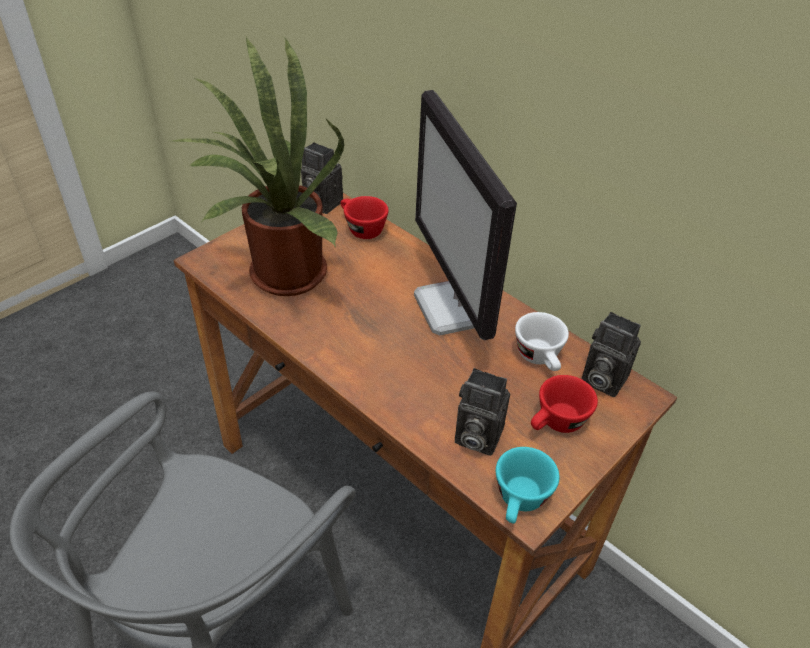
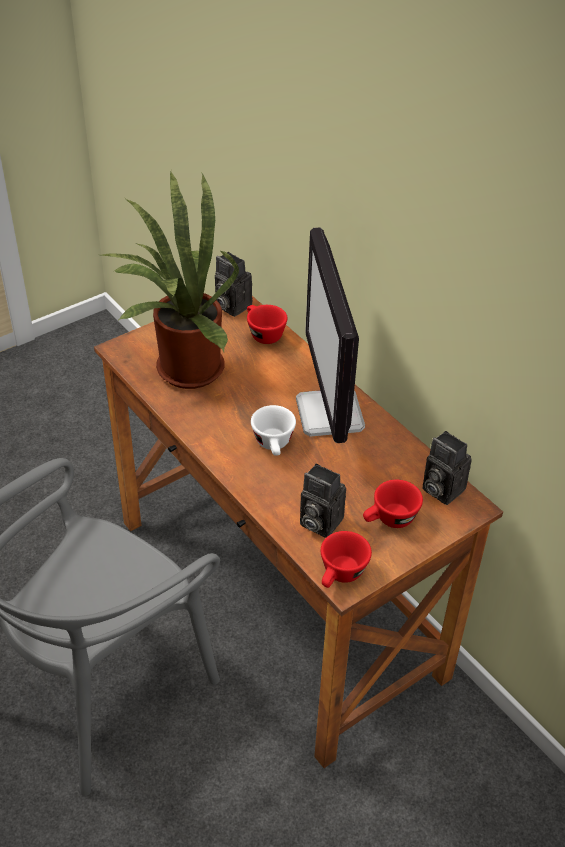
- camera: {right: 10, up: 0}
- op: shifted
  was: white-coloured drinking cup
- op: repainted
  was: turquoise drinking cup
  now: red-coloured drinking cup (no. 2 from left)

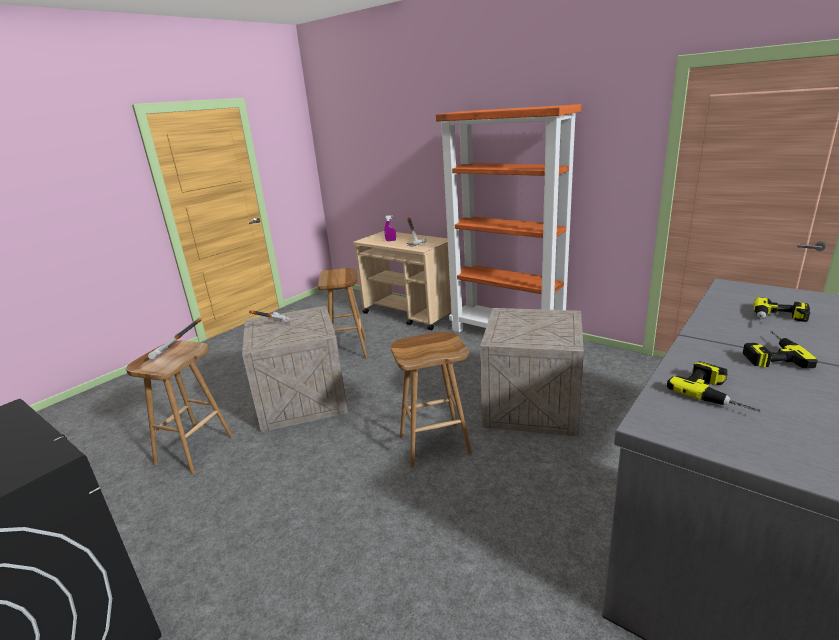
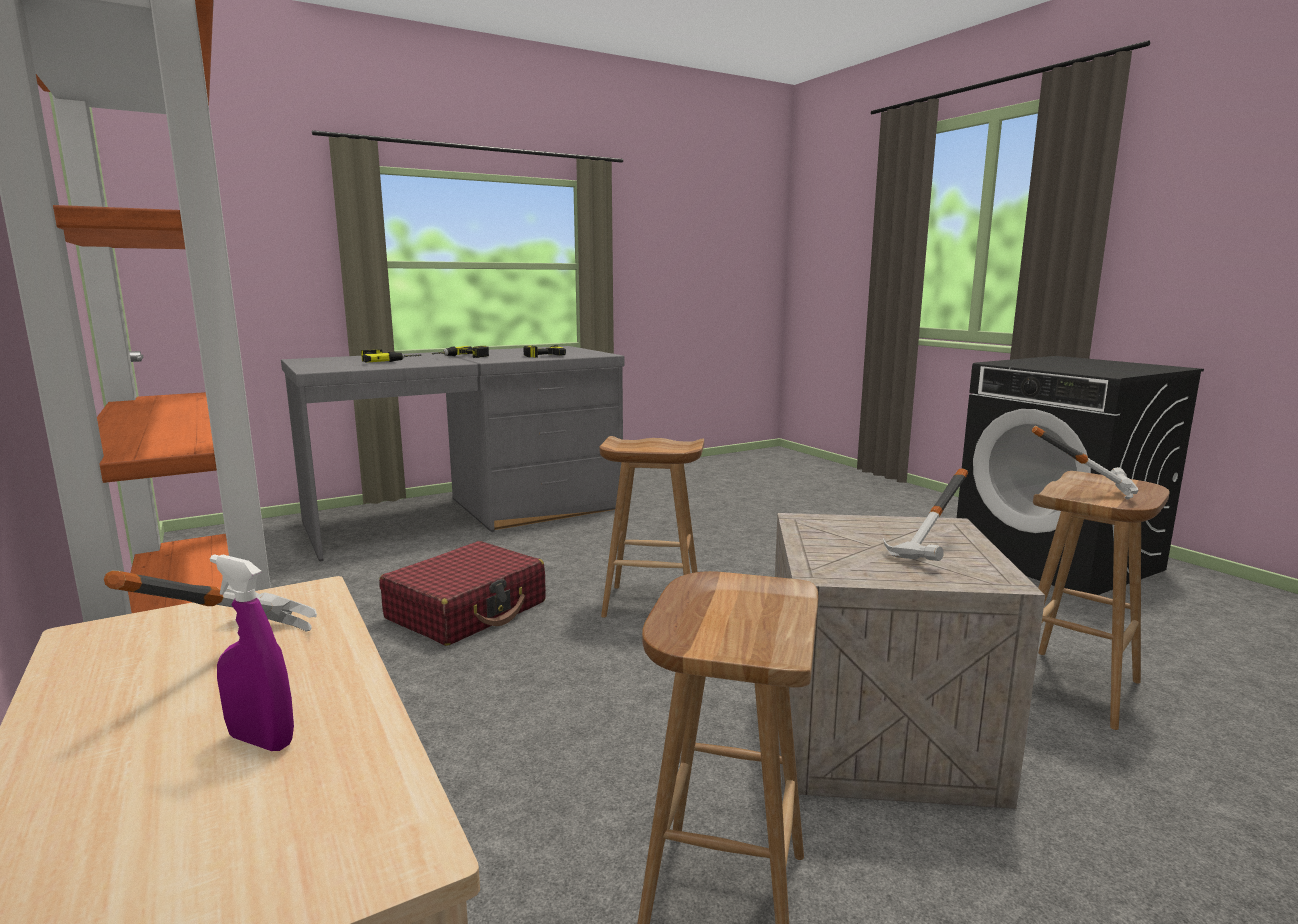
- camera: {right: -160, up: -10}
- op: swapped
  was: crate (no. 2 from left)
  now: red-coloured travel case

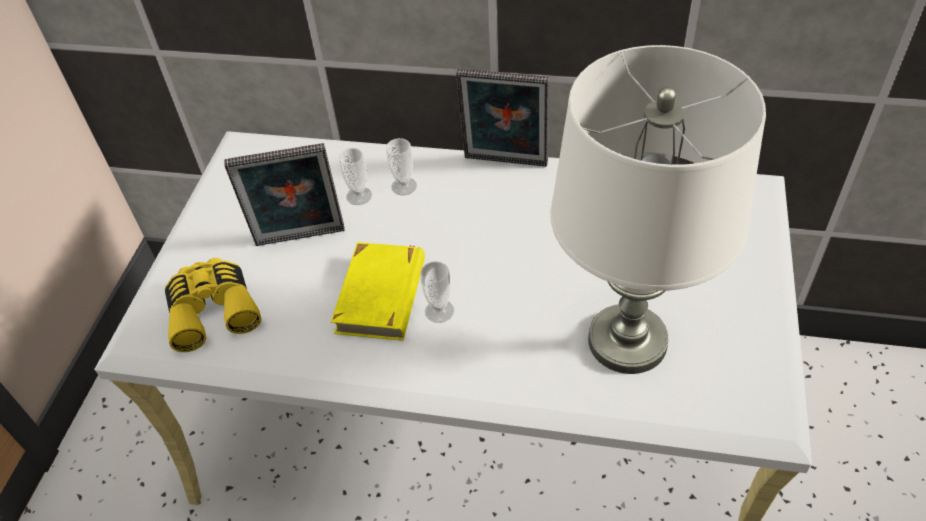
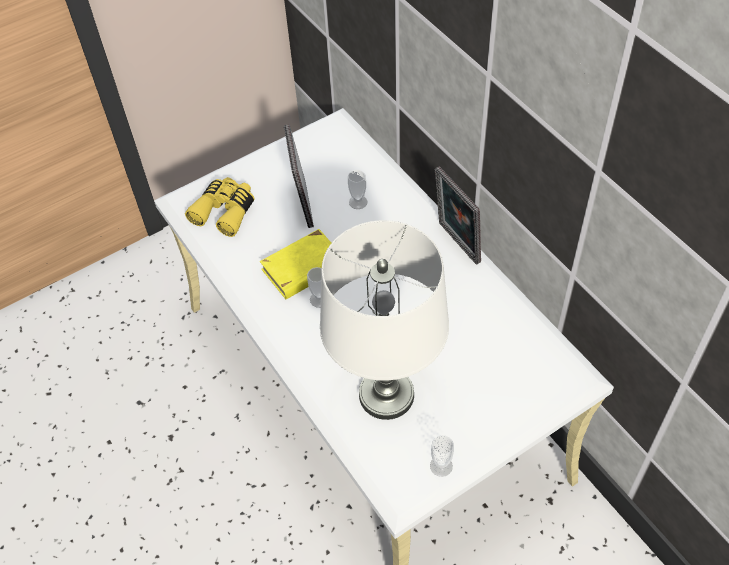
- camera: {right: 45, up: 5}
- op: shifted
  was: drinking cup (no. 2 from left in the first image)
  now: drinking cup (no. 3 from left)
- op: rotated
  was: standing frame (no. 1 from left)
  clockwise: 45

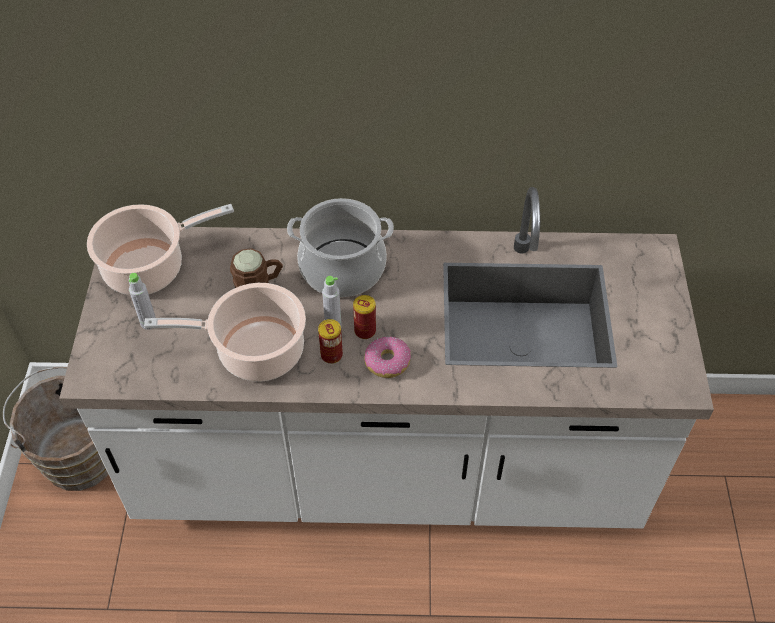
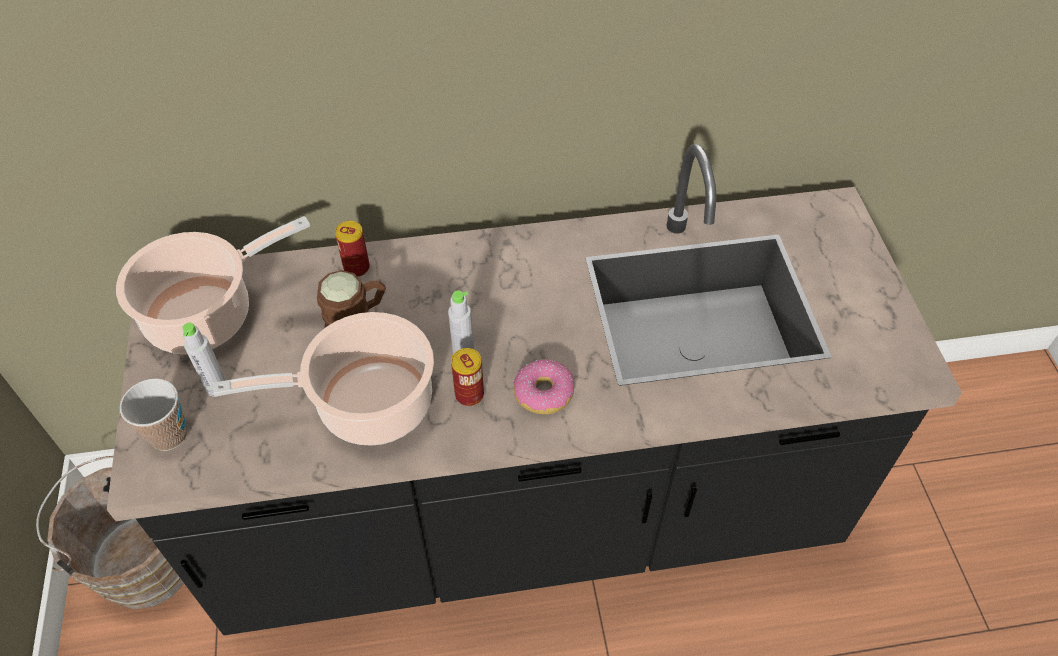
- camera: {right: -10, up: 0}
- op: repainted
  was: white-coloured kitchen base unit
  now: blackish kitchen base unit
- op: gone
  was: cooking pot (no. 3 from left)
- op: shifted
  was: can (no. 2 from left in the first image)
  now: can (no. 1 from left)
- op: new
  now: drinking cup

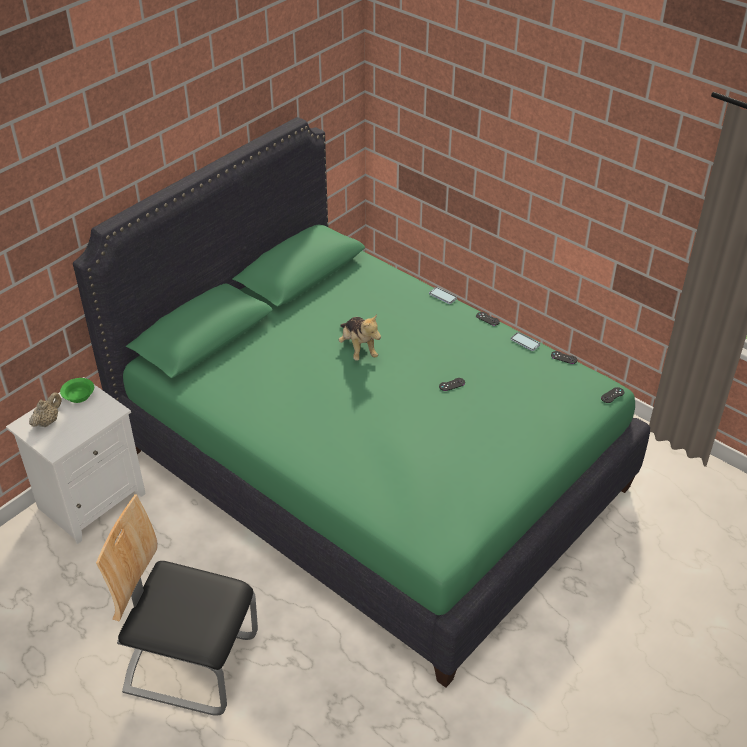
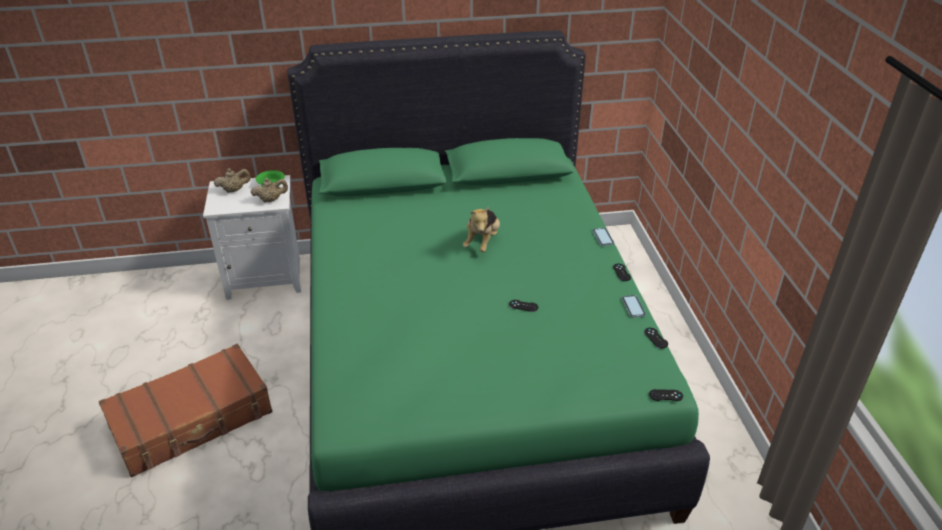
- camera: {right: 40, up: -5}
- op: swapped
  was: upright chair
  now: brownish travel case
- op: new
  now: sand-coloured tea pot (no. 2 from left)

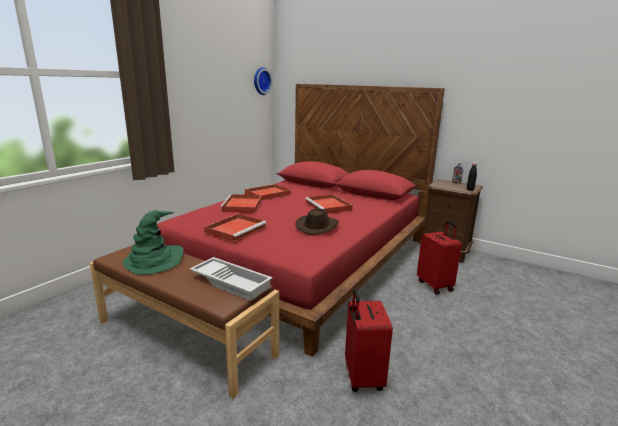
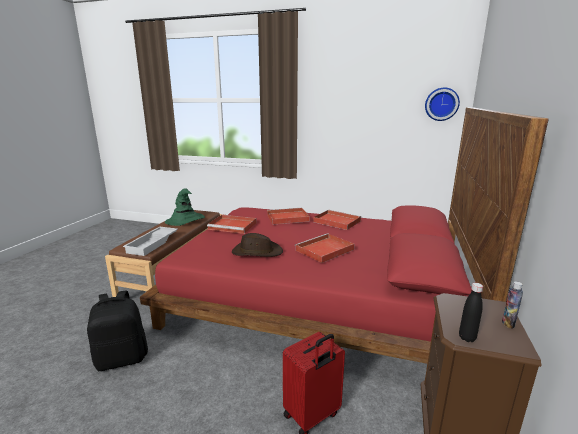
- camera: {right: 75, up: 0}
- op: swapped
  was: red-coloured travel case (no. 1 from left)
  now: blackish backpack

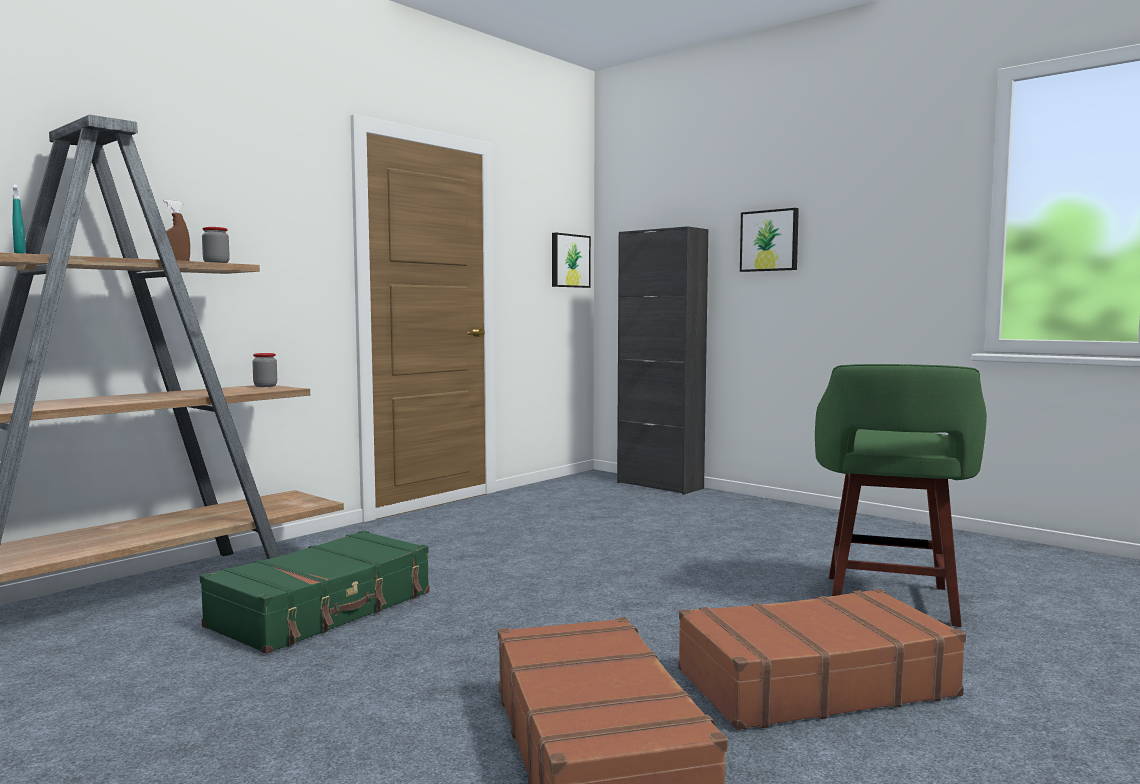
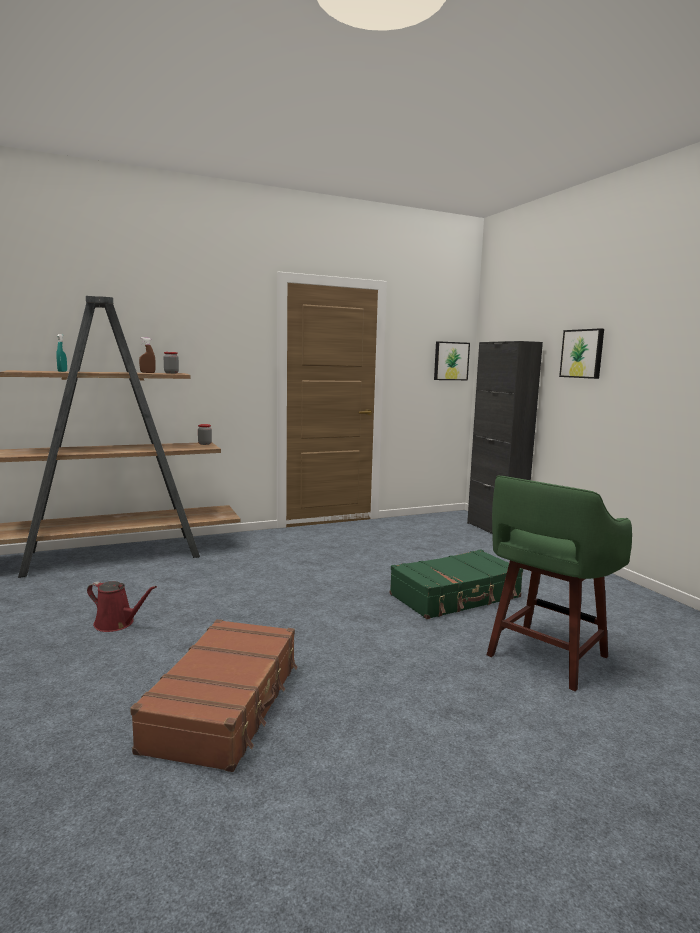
- camera: {right: 25, up: 5}
- op: shifted
  was: greenish travel case
- op: gone
  was: brownish travel case (no. 2 from left)
- op: new
  now: red-coloured sprinkling can

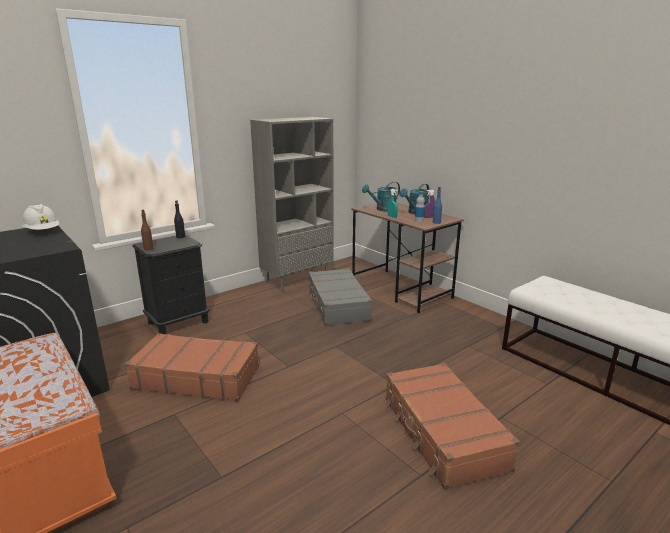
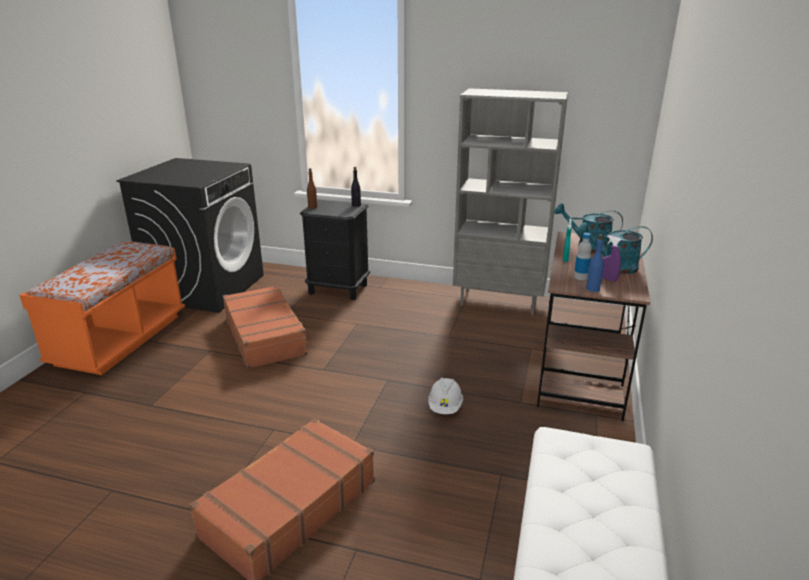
- camera: {right: 55, up: 5}
- op: shifted
  was: white-coloured work helmet
- op: gone
  was: greyish travel case

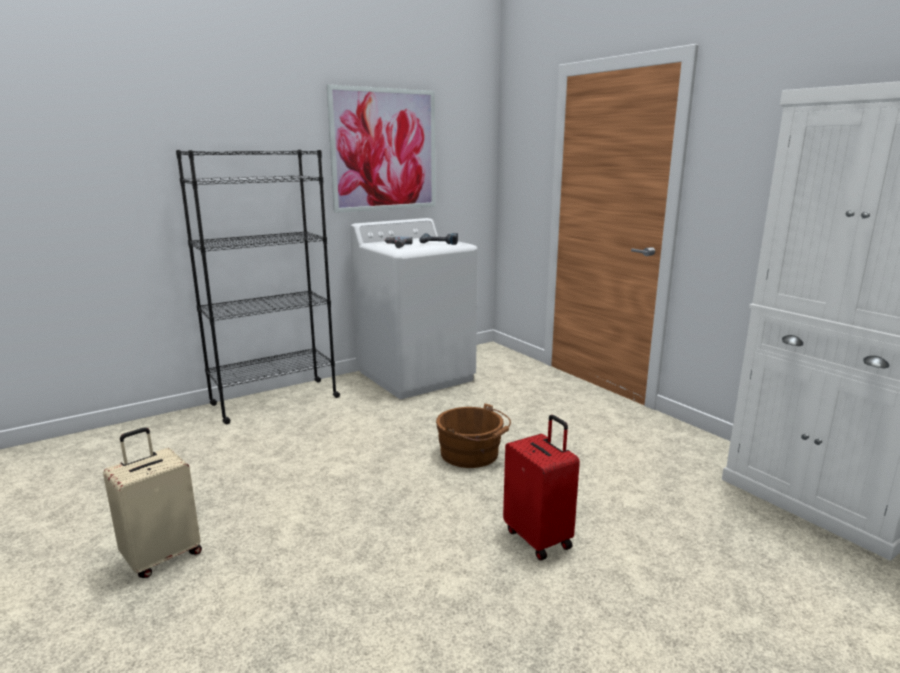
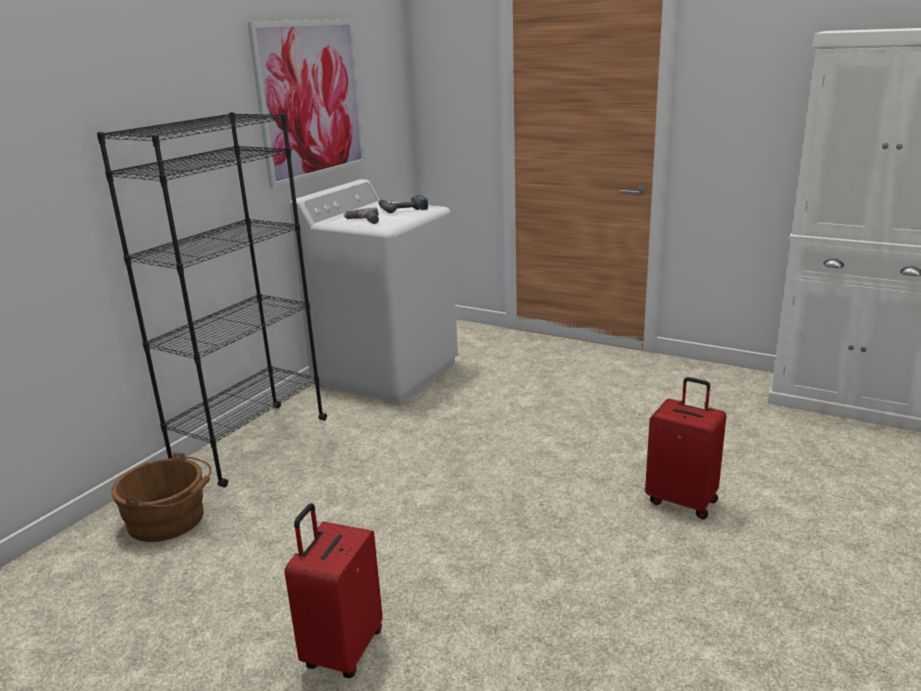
- camera: {right: -25, up: 5}
- op: shifted
  was: brownish pail
- op: repainted
  was: sand-coloured travel case
  now: red-coloured travel case (no. 1 from left)

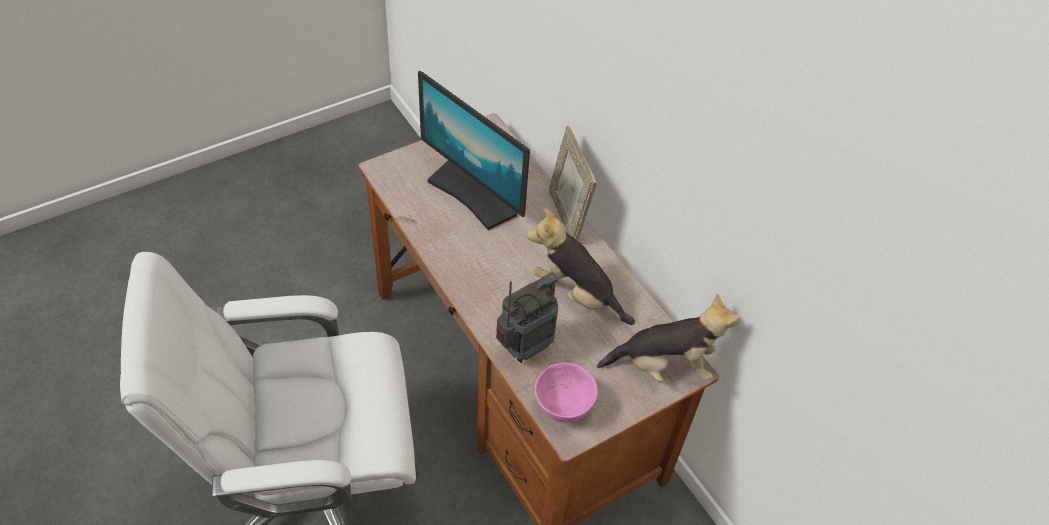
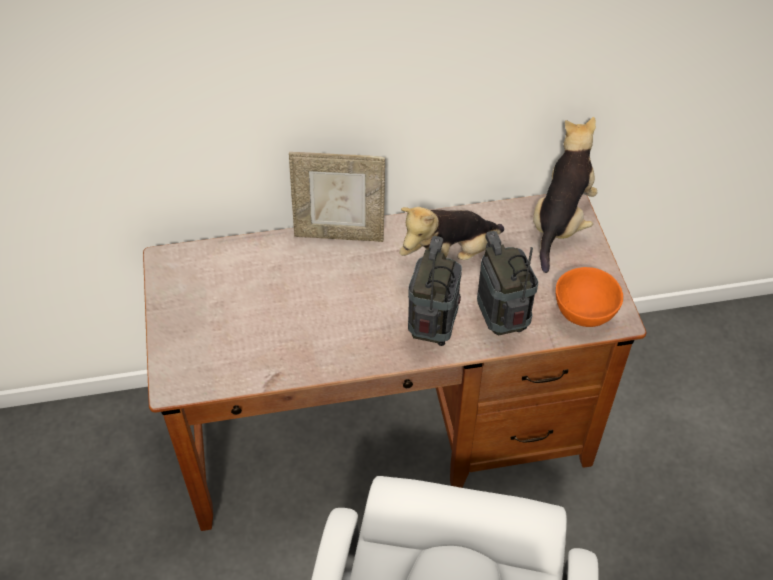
- camera: {right: -65, up: 0}
- op: gone
  was: computer display
- op: repainted
  was: pinkish bowl
  now: orange-coloured bowl
- op: new
  now: radio (no. 1 from left)

